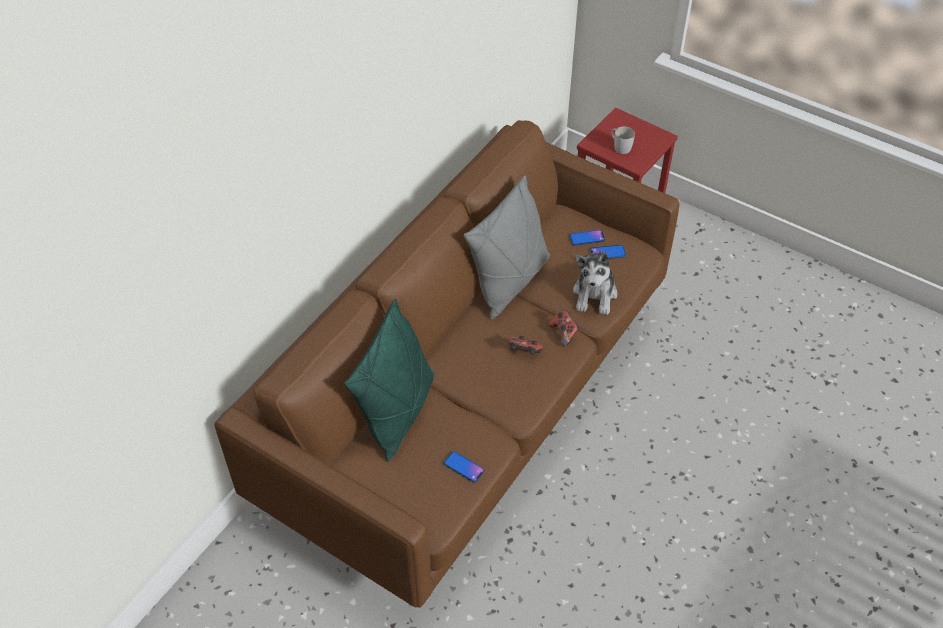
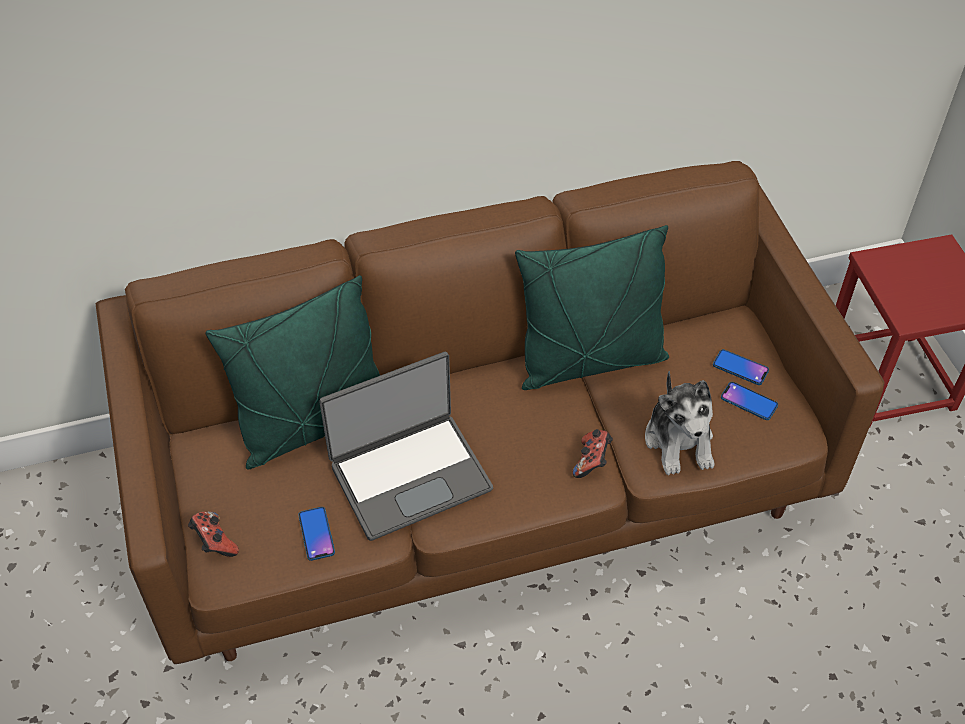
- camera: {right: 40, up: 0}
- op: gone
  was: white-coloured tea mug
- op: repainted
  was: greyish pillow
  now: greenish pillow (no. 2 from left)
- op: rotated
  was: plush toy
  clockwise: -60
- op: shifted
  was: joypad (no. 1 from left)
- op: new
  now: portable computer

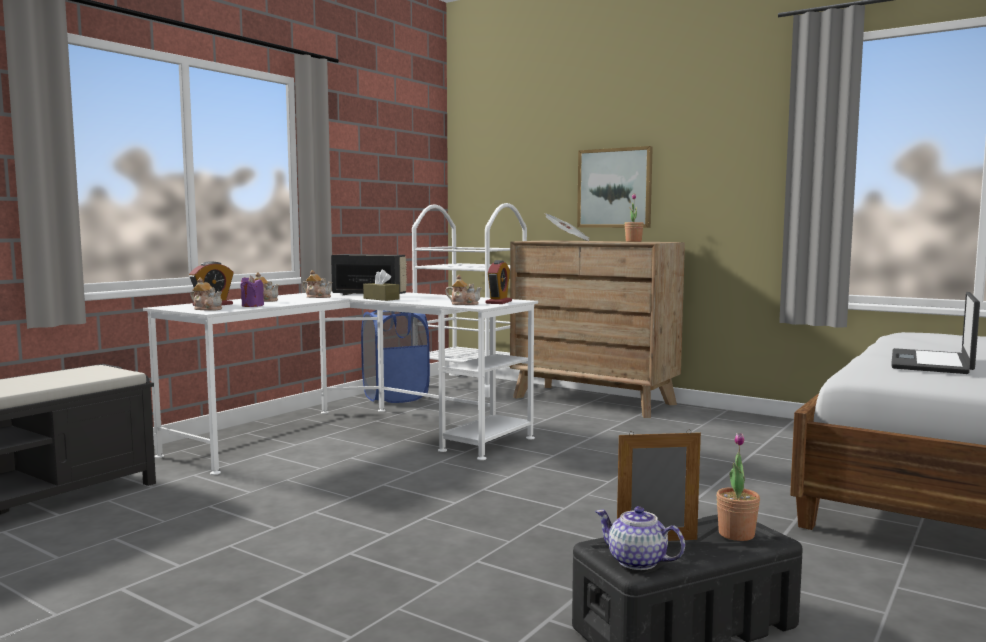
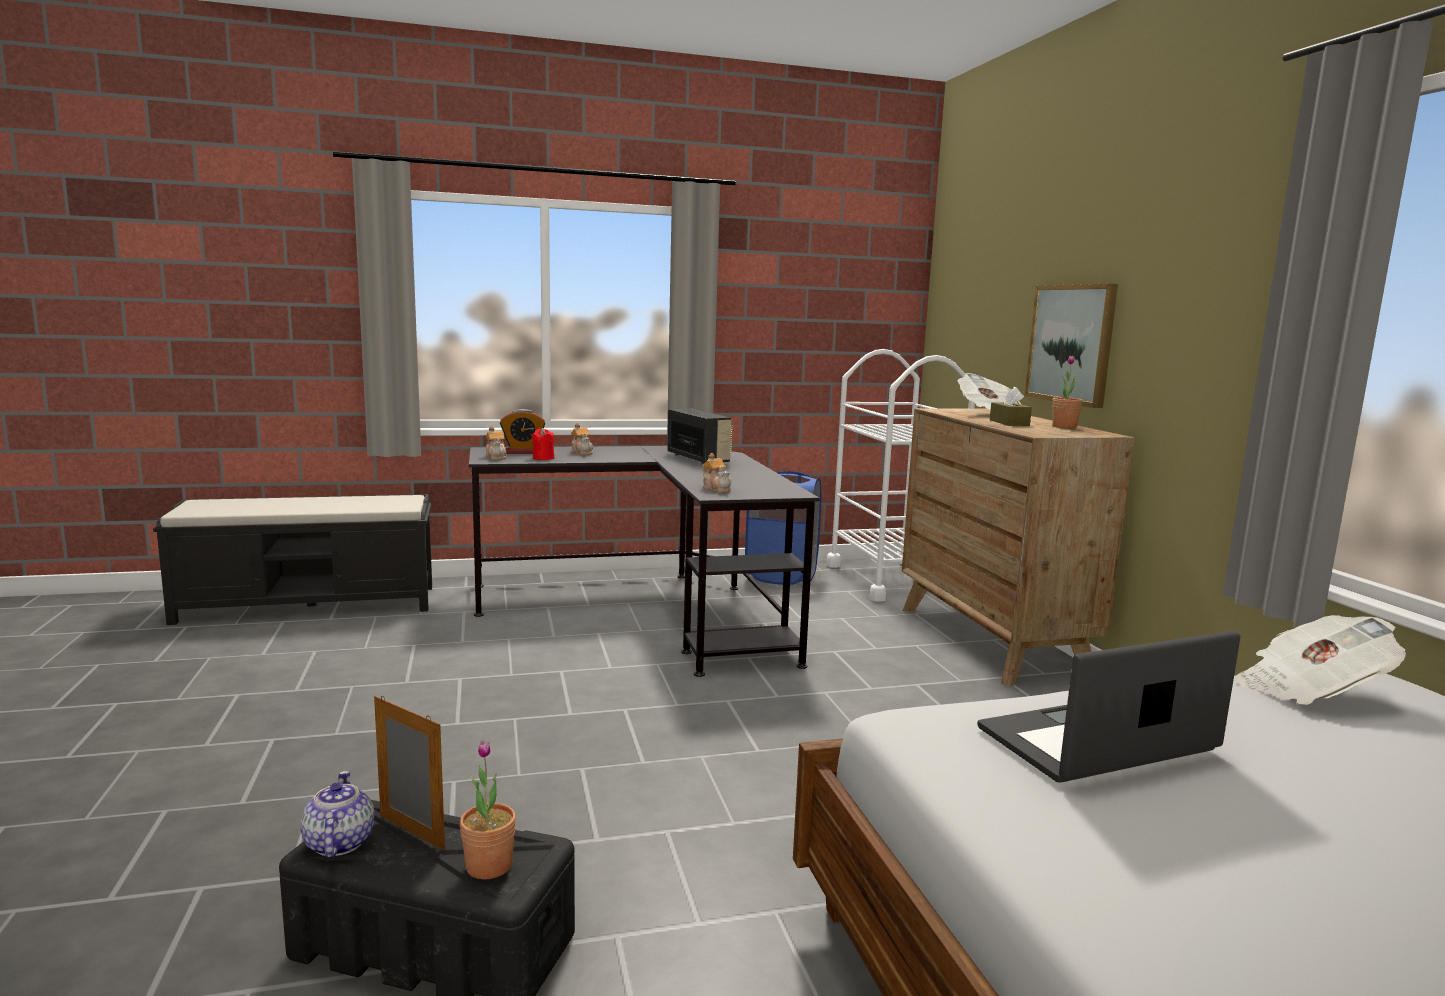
- camera: {right: 40, up: 5}
- op: gone
  was: bedside clock (no. 2 from left)
- op: gone
  was: tea pot (no. 3 from left)
- op: shifted
  was: brownish box of tissues
- op: repainted
  was: purple wax candle
  now: red-coloured wax candle
- op: repainted
  was: white-coloured desk
  now: blackish desk
- op: new
  now: newspaper (no. 2 from left)

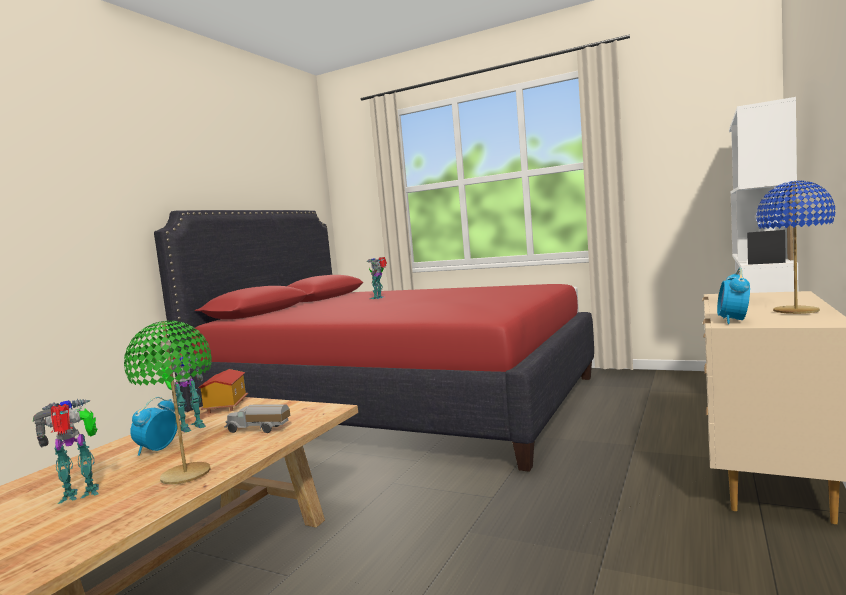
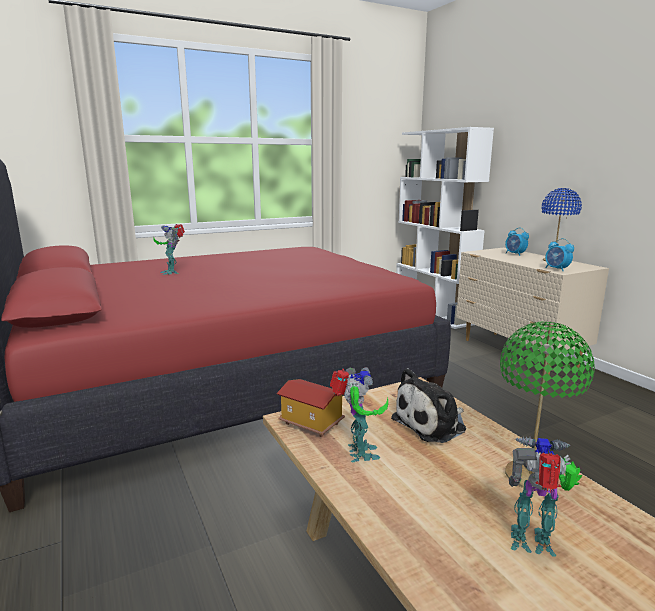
- camera: {right: -55, up: 10}
- op: shifted
  was: bedside clock (no. 1 from left)
- op: rotated
  was: robot figure (no. 1 from left in the first image)
  clockwise: 90
- op: swapped
  was: toy lorry
  now: plush toy

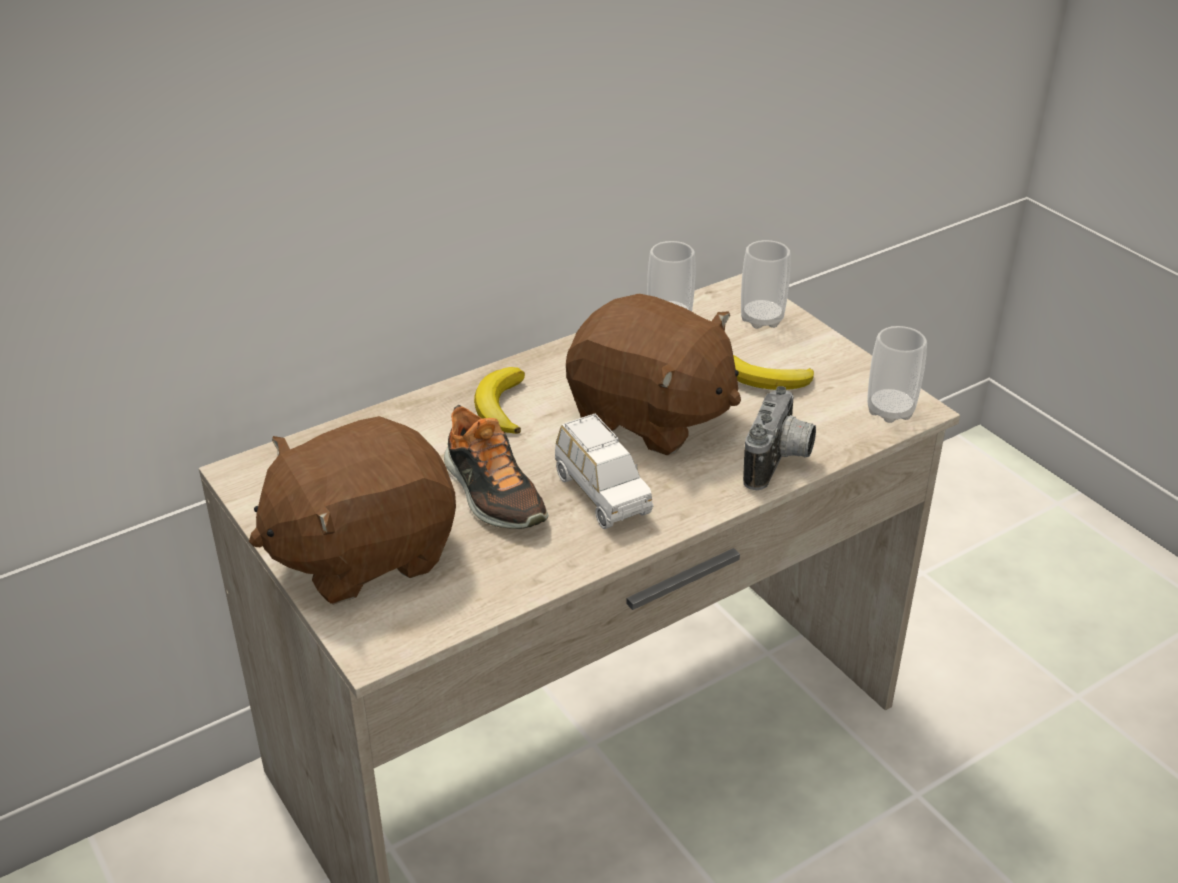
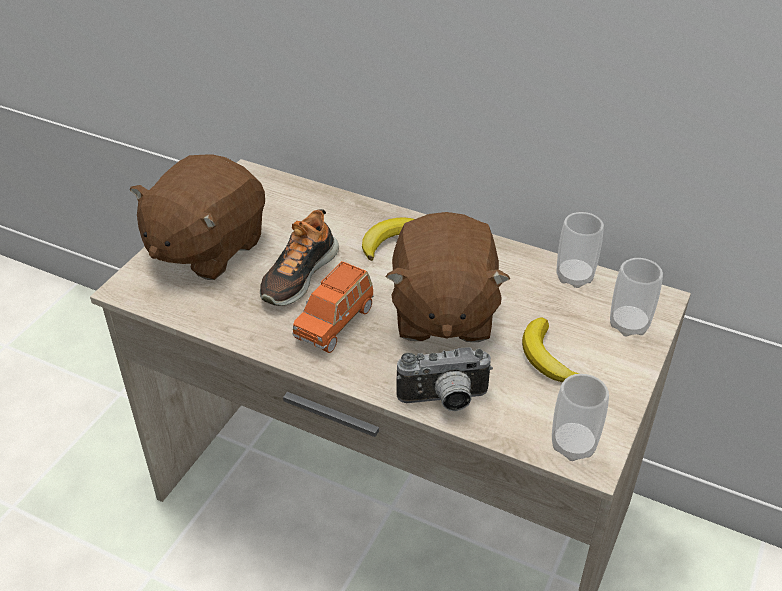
- camera: {right: 60, up: 5}
- op: repainted
  was: white-coloured toy car
  now: orange-coloured toy car
- op: rotated
  was: brownish plush toy (no. 1 from left)
  clockwise: -90

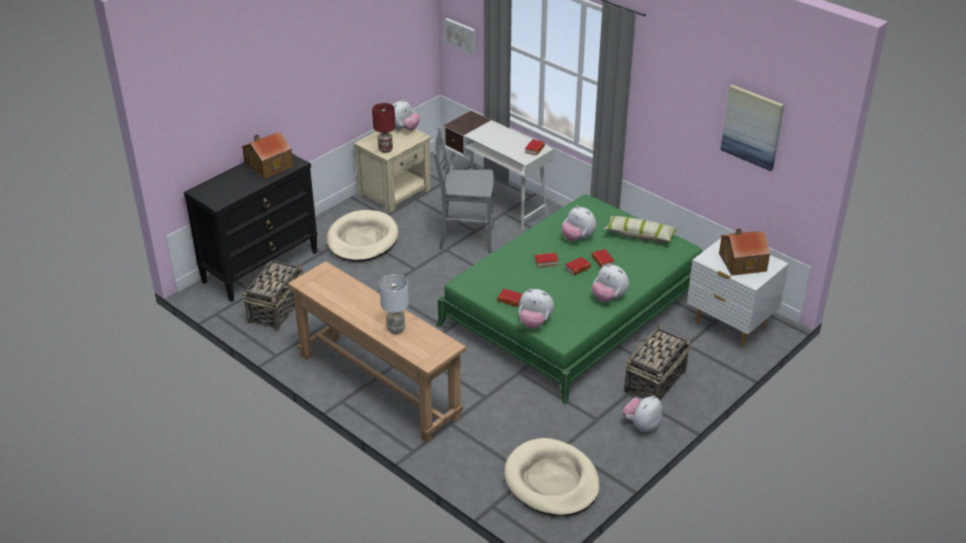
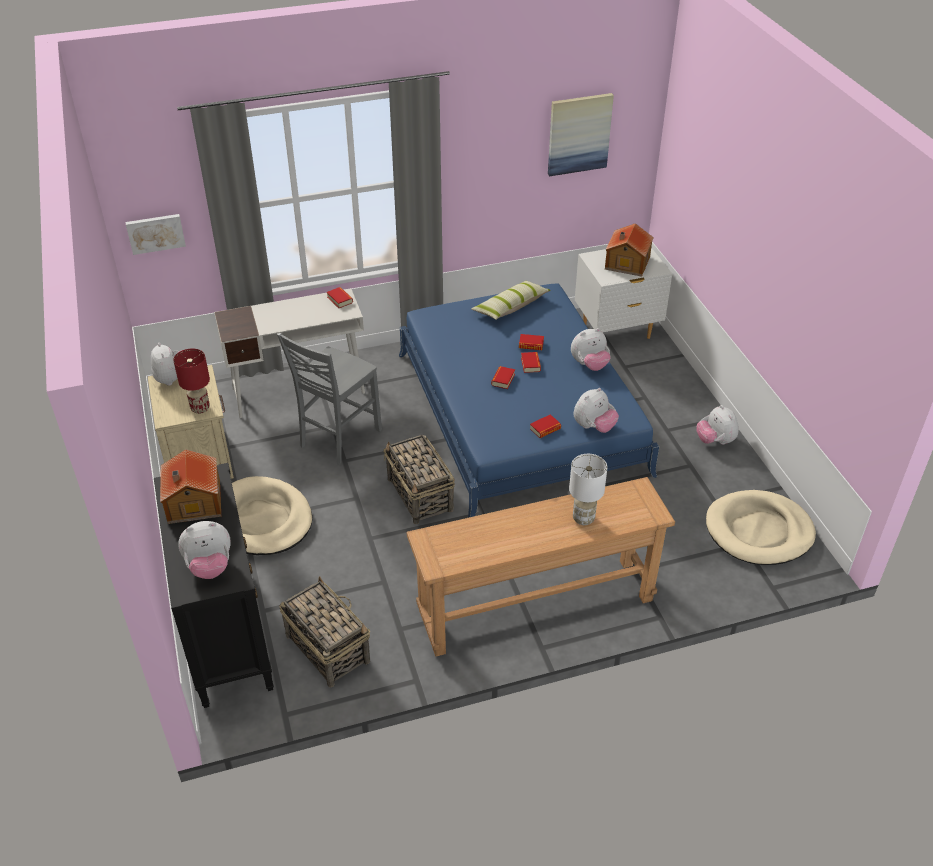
- camera: {right: -60, up: 5}
- op: repainted
  was: greenish sleeping bed
  now: blue-coloured sleeping bed
- op: shifted
  was: plush toy (no. 3 from left in the first image)
  now: plush toy (no. 2 from left)
- op: shifted
  was: storage basket (no. 2 from left)

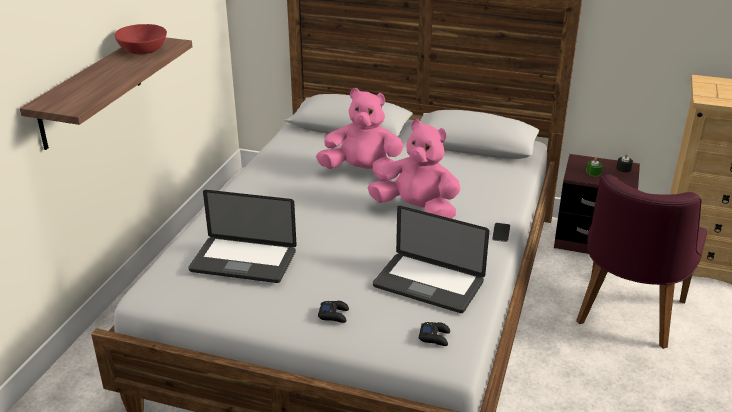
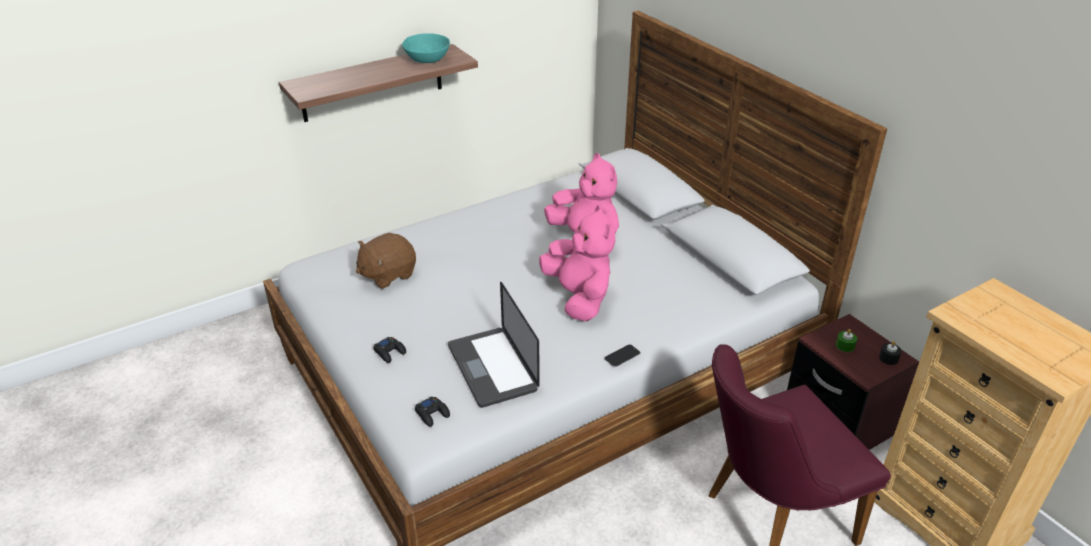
- camera: {right: 40, up: 5}
- op: repainted
  was: red-coloured bowl
  now: turquoise bowl
- op: swapped
  was: portable computer (no. 1 from left)
  now: brownish plush toy

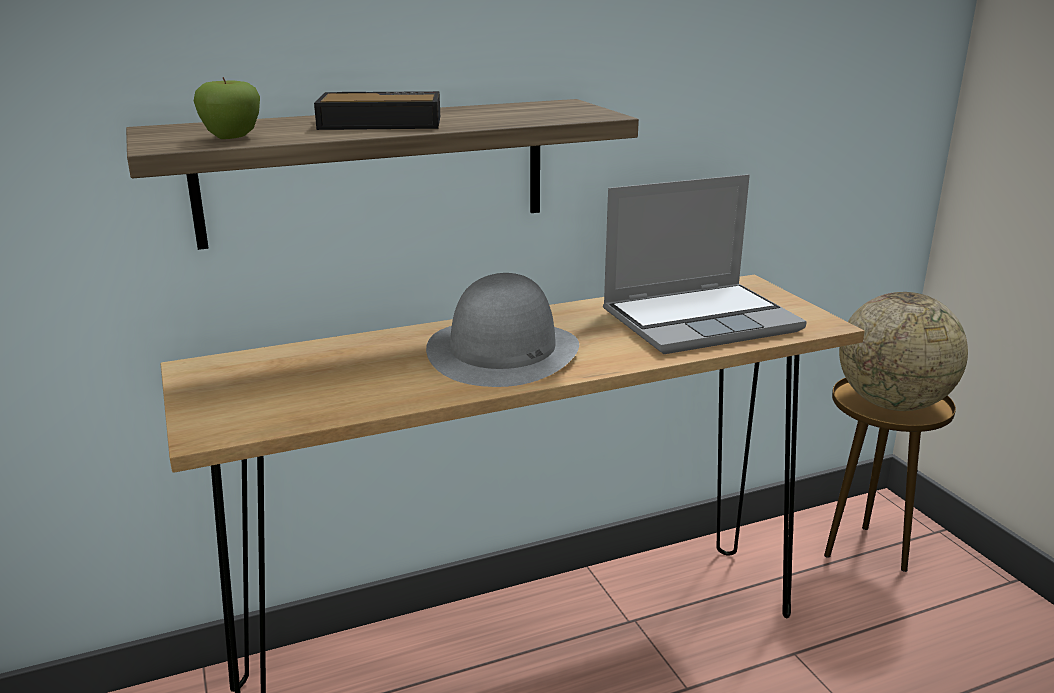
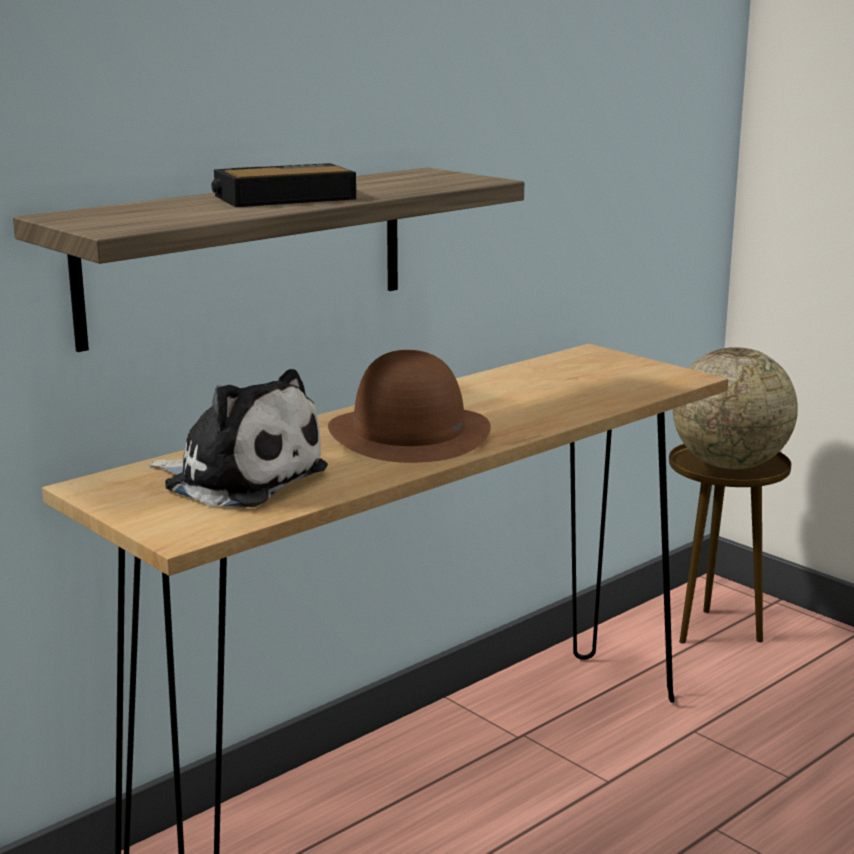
- camera: {right: -20, up: -5}
- op: gone
  was: apple fruit
- op: gone
  was: portable computer
- op: repainted
  was: greyish clothing hat
  now: brownish clothing hat
- op: new
  now: plush toy

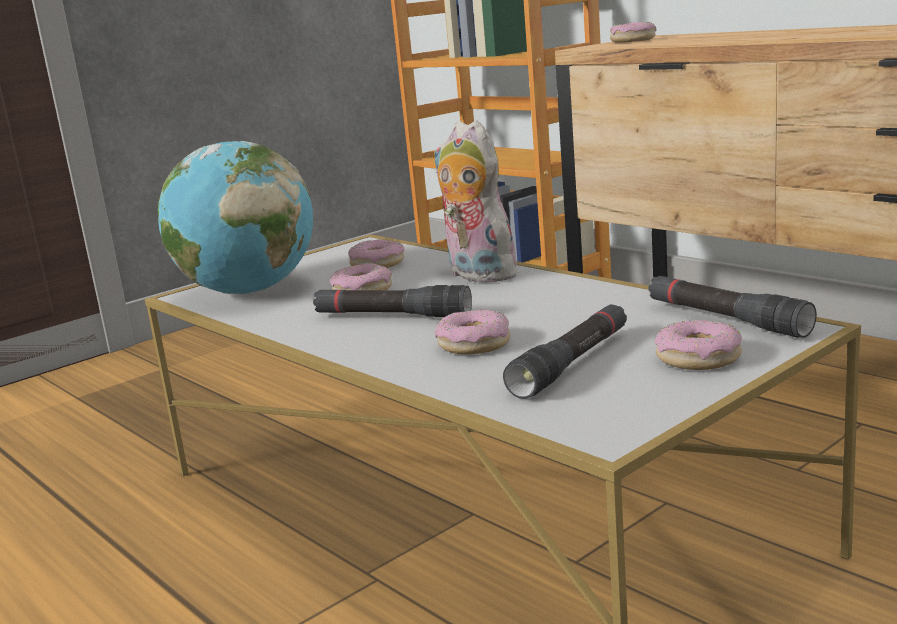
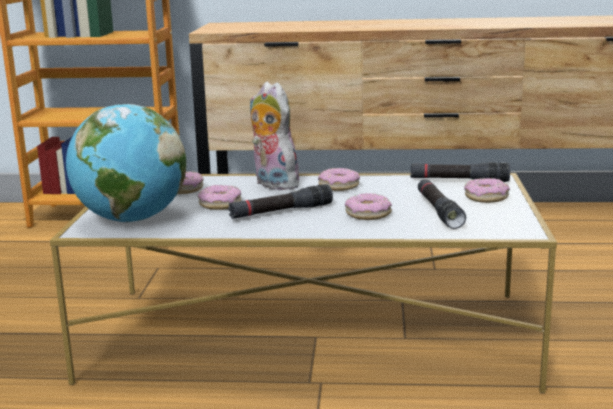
- camera: {right: -45, up: 0}
- op: shifted
  was: ring doughnut (no. 4 from left in the first image)
  now: ring doughnut (no. 3 from left)
- op: rotated
  was: plush toy
  clockwise: 45

